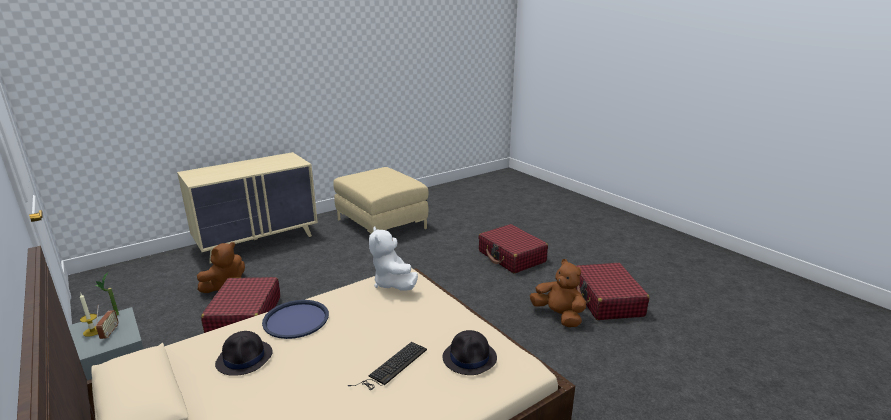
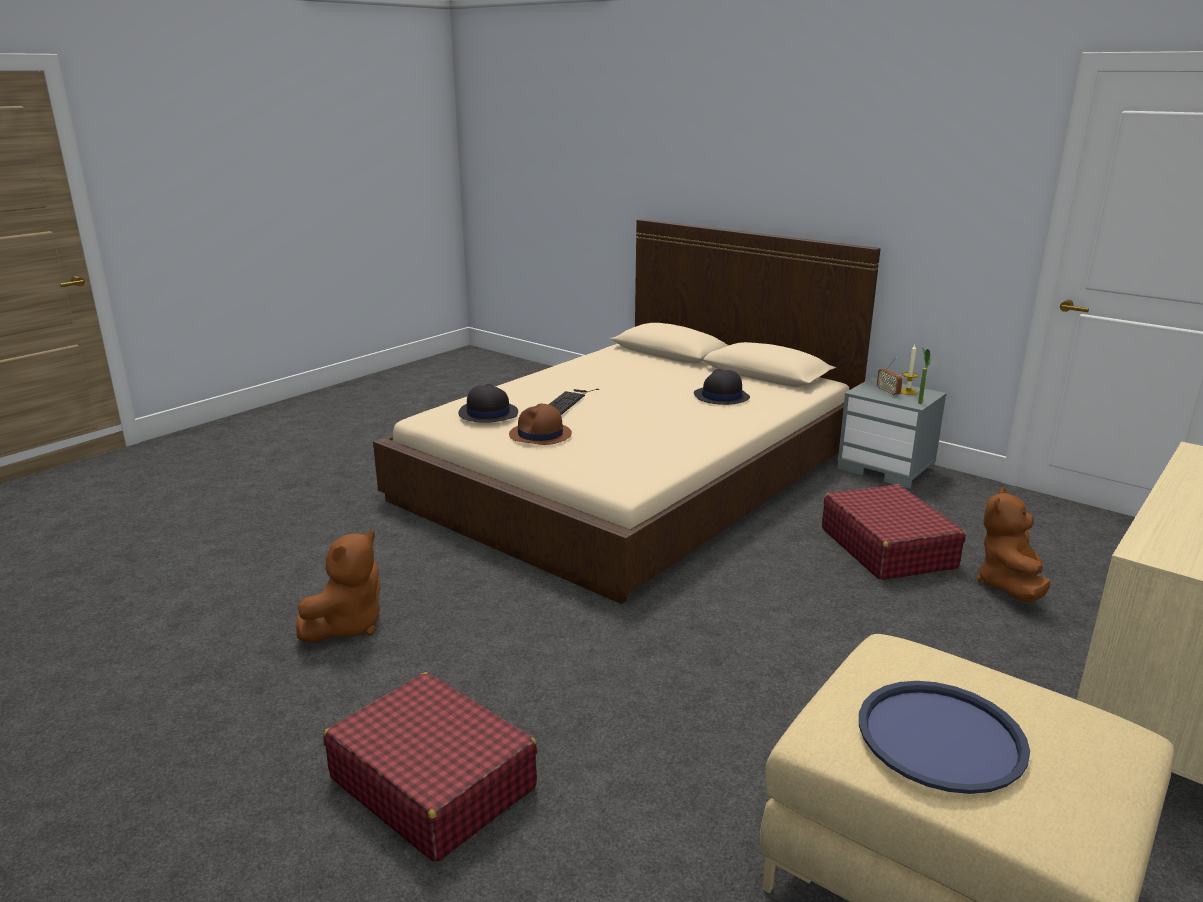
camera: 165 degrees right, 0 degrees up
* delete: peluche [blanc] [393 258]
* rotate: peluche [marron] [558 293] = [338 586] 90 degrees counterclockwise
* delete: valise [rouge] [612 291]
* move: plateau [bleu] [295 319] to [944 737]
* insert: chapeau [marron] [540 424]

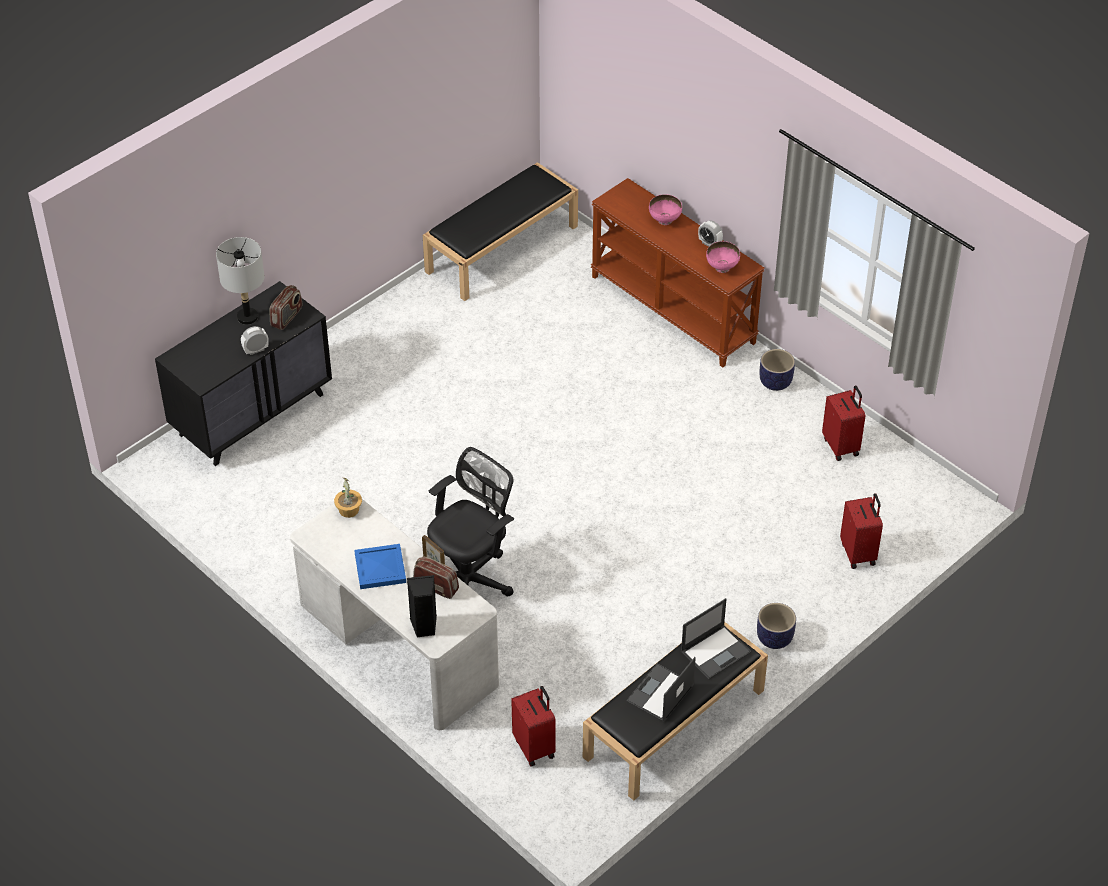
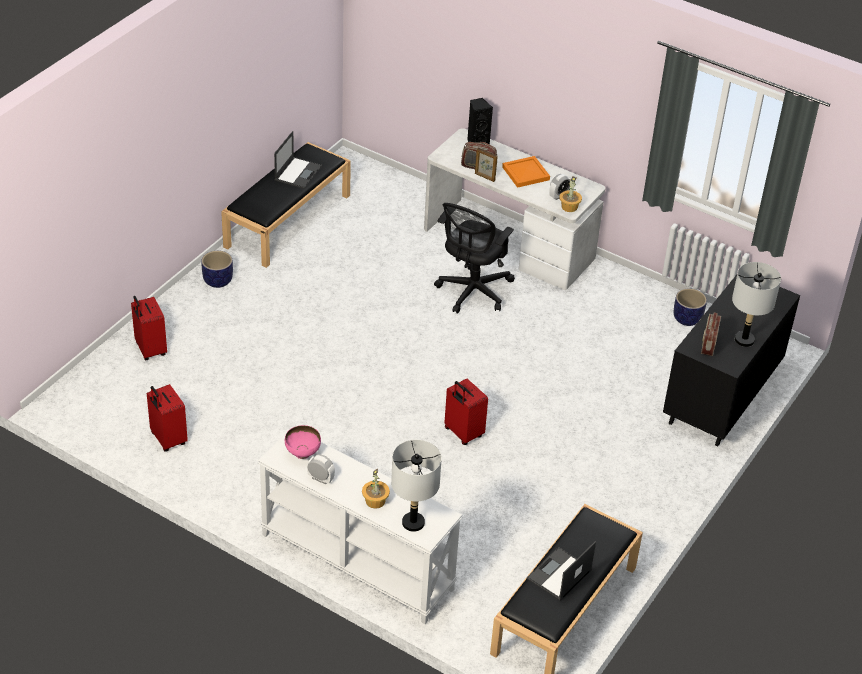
camera: 165 degrees right, 5 degrees down
* recolor: table console [marron] [678 272] to table console [blanc] [360 525]
* replace: bol [rose] [665 209] to plante en pot [376 489]
* move: réveil [255 340] to [560 187]
* move: cache-pot [777 370] to [690 307]
* recolor: plateau [bleu] [380 566] to plateau [orange] [526 172]
* move: ordinateur portable [716 639] to [561 571]
* move: valise [rouge] [533 726] to [466 412]
* insert: lampe de table [gris] [416 486]

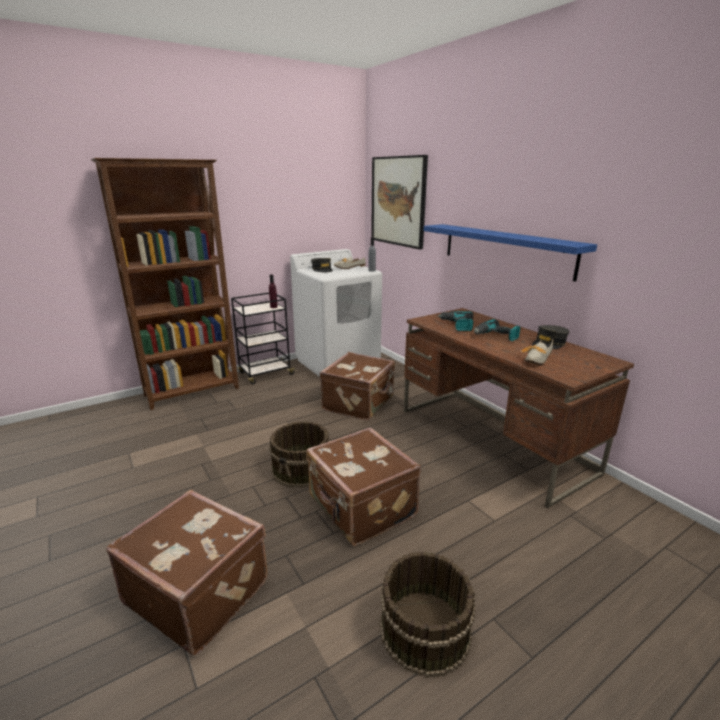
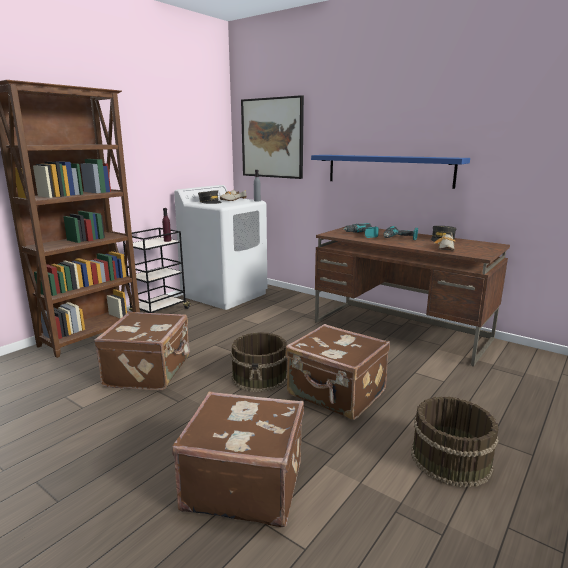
camera: 20 degrees left, 5 degrees down
* move: valise [marron] [357 386] to [142 351]

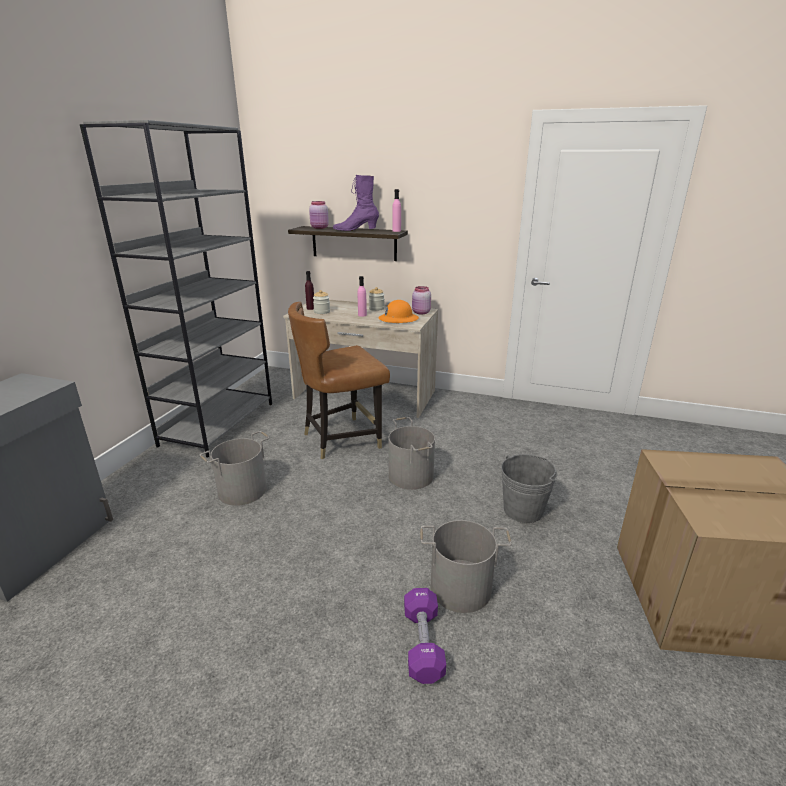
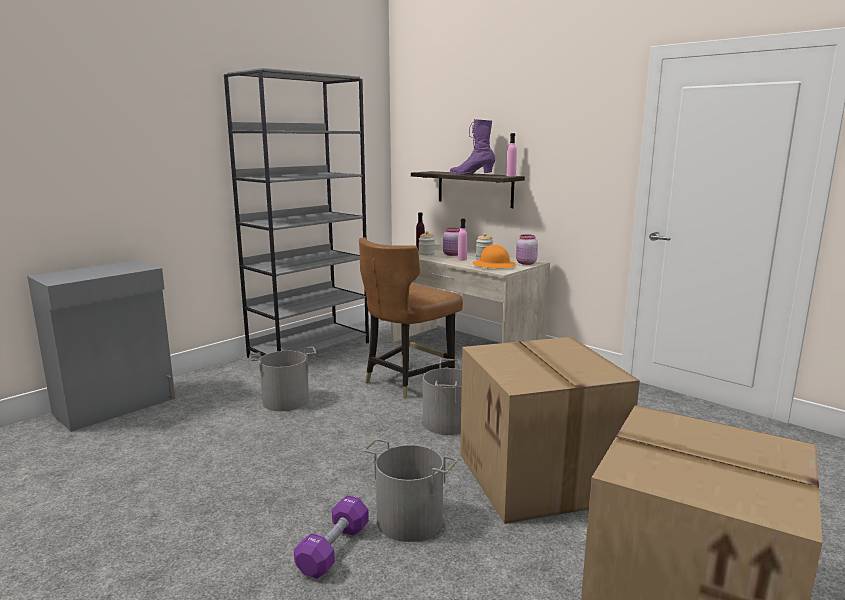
camera: 25 degrees right, 10 degrees down
* move: bocal [rose] [319 215] to [451 242]
* rotate: chaise [marron] [339 381] = [411 317] 45 degrees counterclockwise
* replace: seau [gris] [529 488] to carton [550 430]

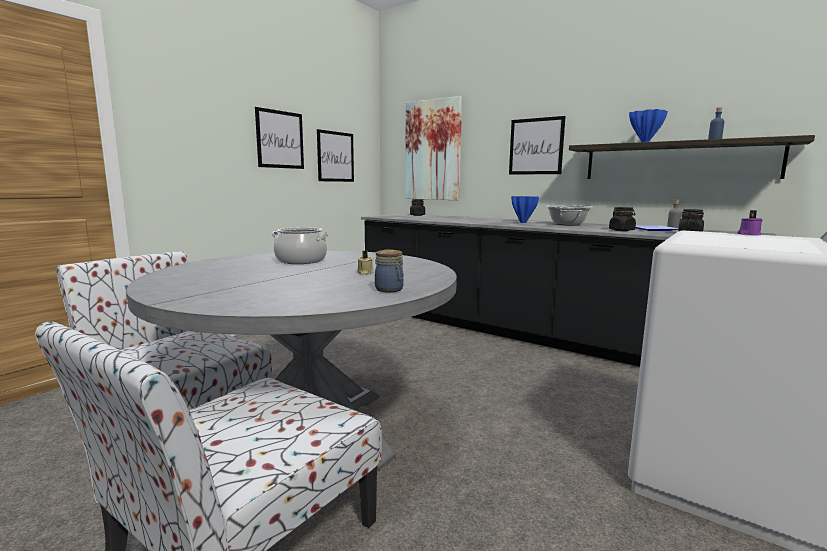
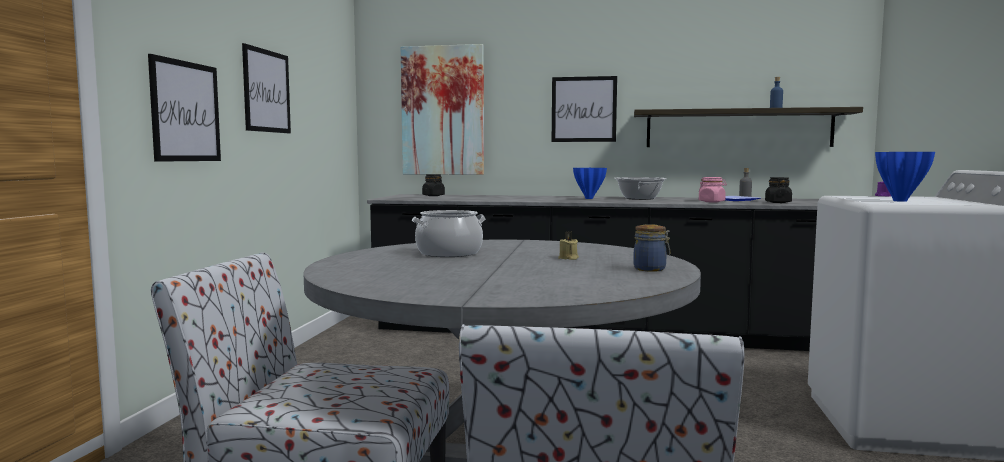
camera: 25 degrees left, 5 degrees down
* move: vase [bleu] [648 125] to [905 177]
* move: tableau [335 155] to [184 108]
* recolor: bocal [noir] [622 219] to bocal [rose] [713 189]

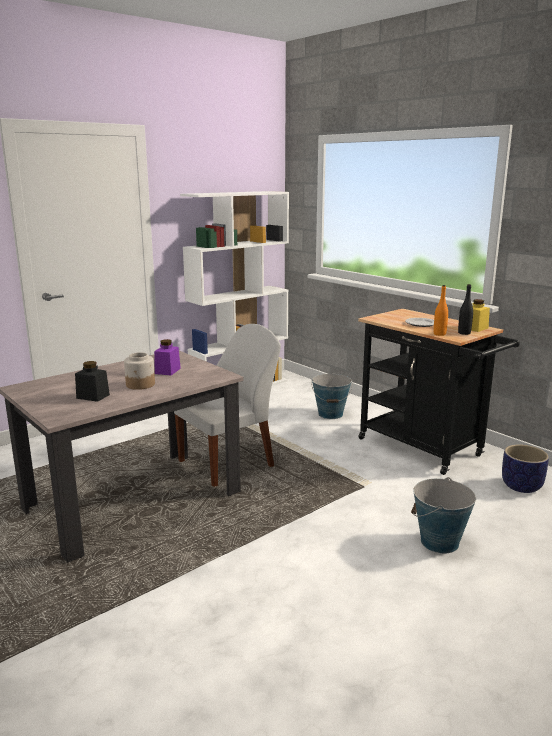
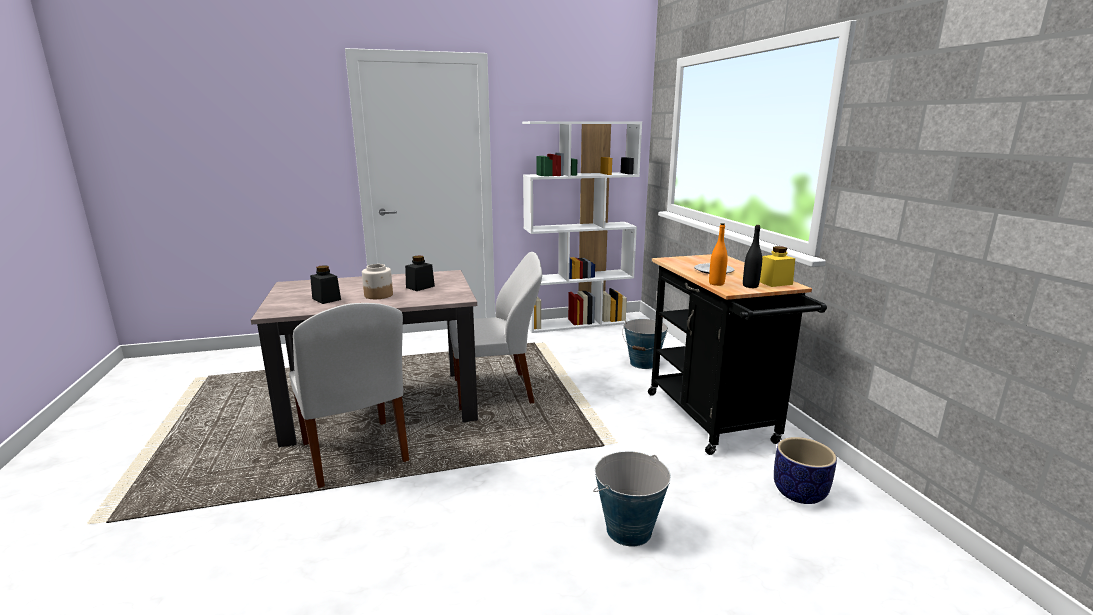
camera: 25 degrees right, 0 degrees up
* recolor: bocal [violet] [167 357] to bocal [noir] [420 273]
* insert: chaise [blanc] [349 395]

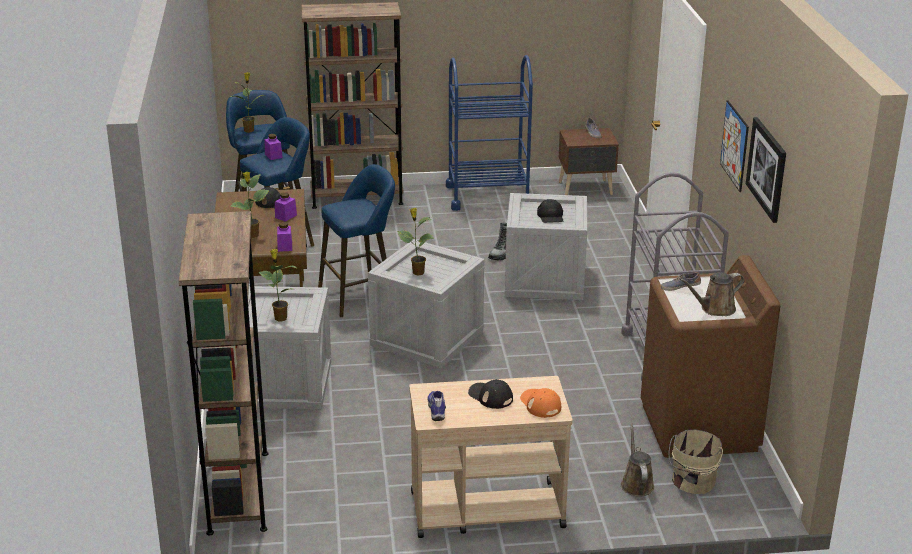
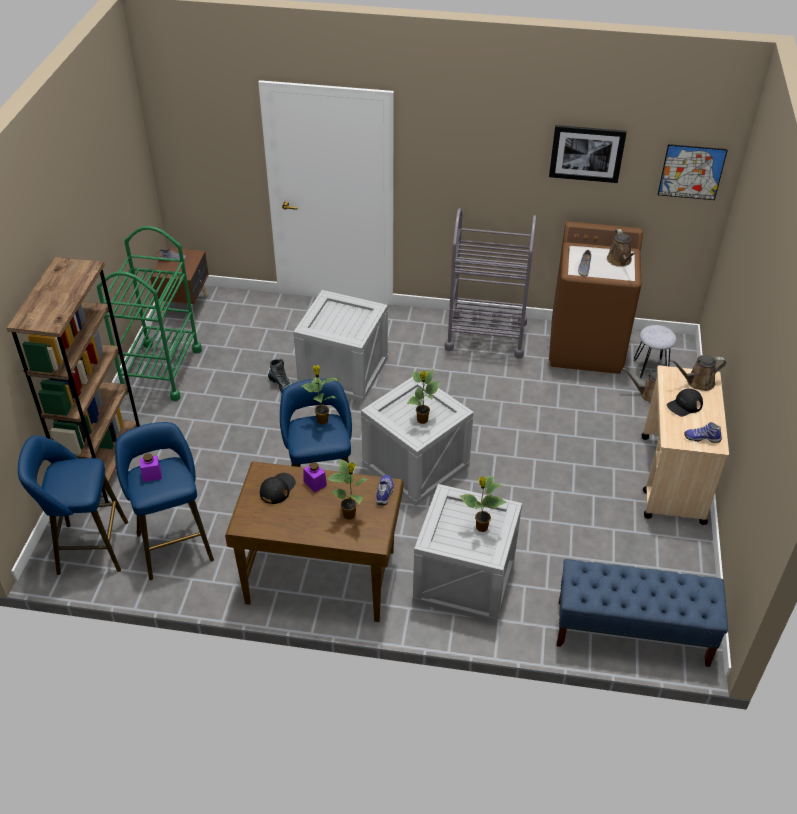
camera: 75 degrees left, 15 degrees up
* recolor: chariot [bleu] [489 133] to chariot [vert] [149 313]
* move: plante en pot [248 102] to [320 395]
* move: tableau [734 146] to [692 172]
* delete: casquette [noir] [550 211]
* replace: bibliothèque [marron] [224 373] to banc [bleu] [642 613]
* replace: bocal [violet] [284 237] to chaussure [385 490]
* replace: casquette [orange] [540 403] to arrosoir [marron] [698 373]
* replace: seau [beige] [696 462] to tabouret [gris] [655 351]

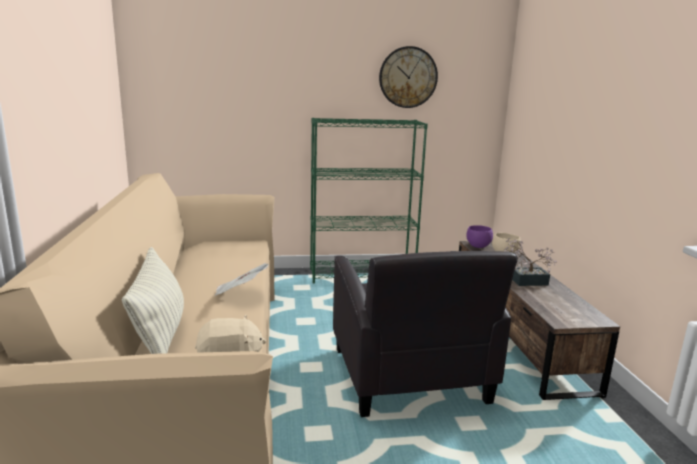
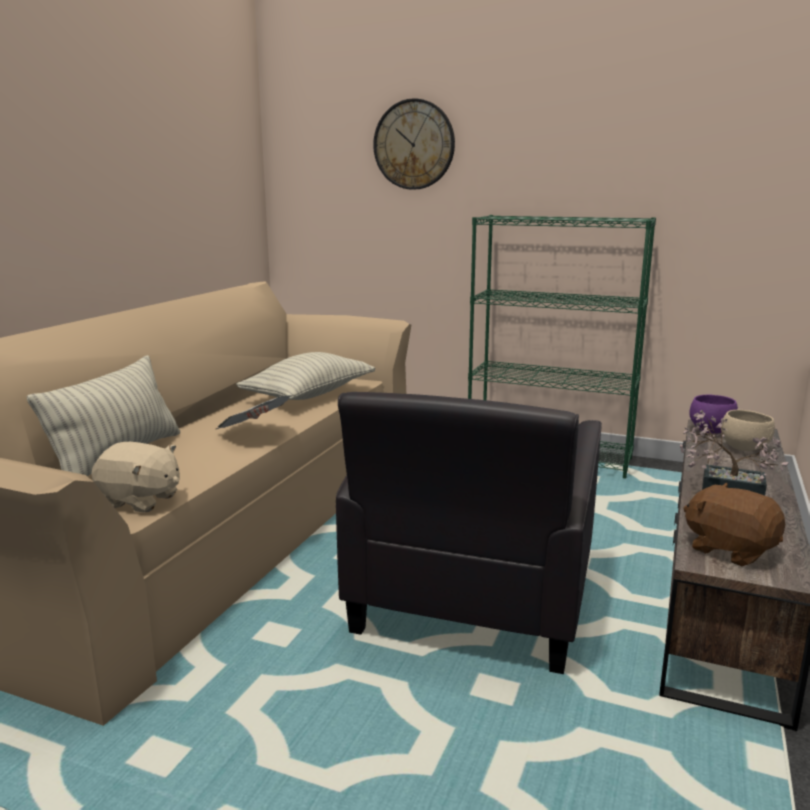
camera: 30 degrees right, 0 degrees up
* move: horloge murale [408 77] to [414 144]
* insert: coussin [305 376]
* insert: peluche [marron] [734 524]

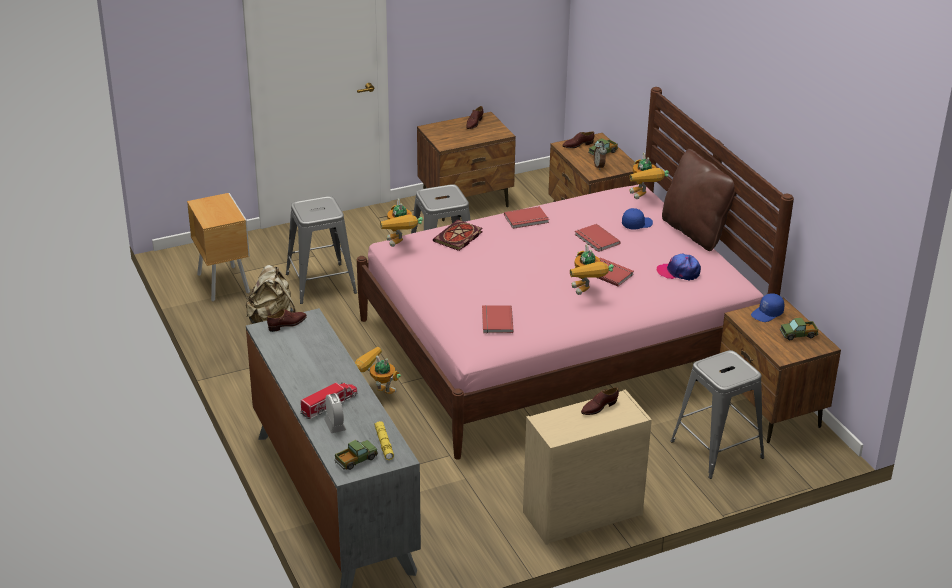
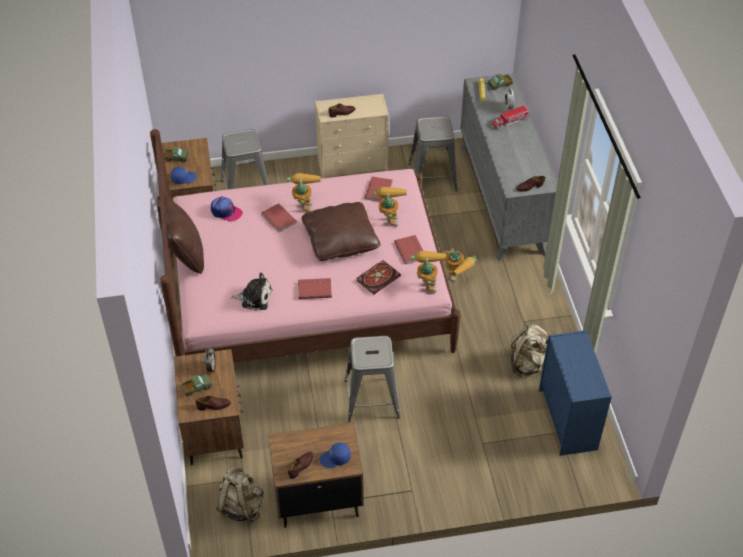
camera: 165 degrees left, 15 degrees up
* move: robot jouet [649 176] to [389 207]
* replace: table de chevet [marron] [218 247] to commode [bleu] [575 393]
* move: tabouret [gris] [321 250] to [432 153]
* move: casquette [bleu] [637 219] to [335 455]
* move: livre [rouge] [597 238] to [408 250]
* insert: coussin [marron] [341 231]
* insert: peluche [251 291]
* insert: sac à dos [beige] [240 495]

